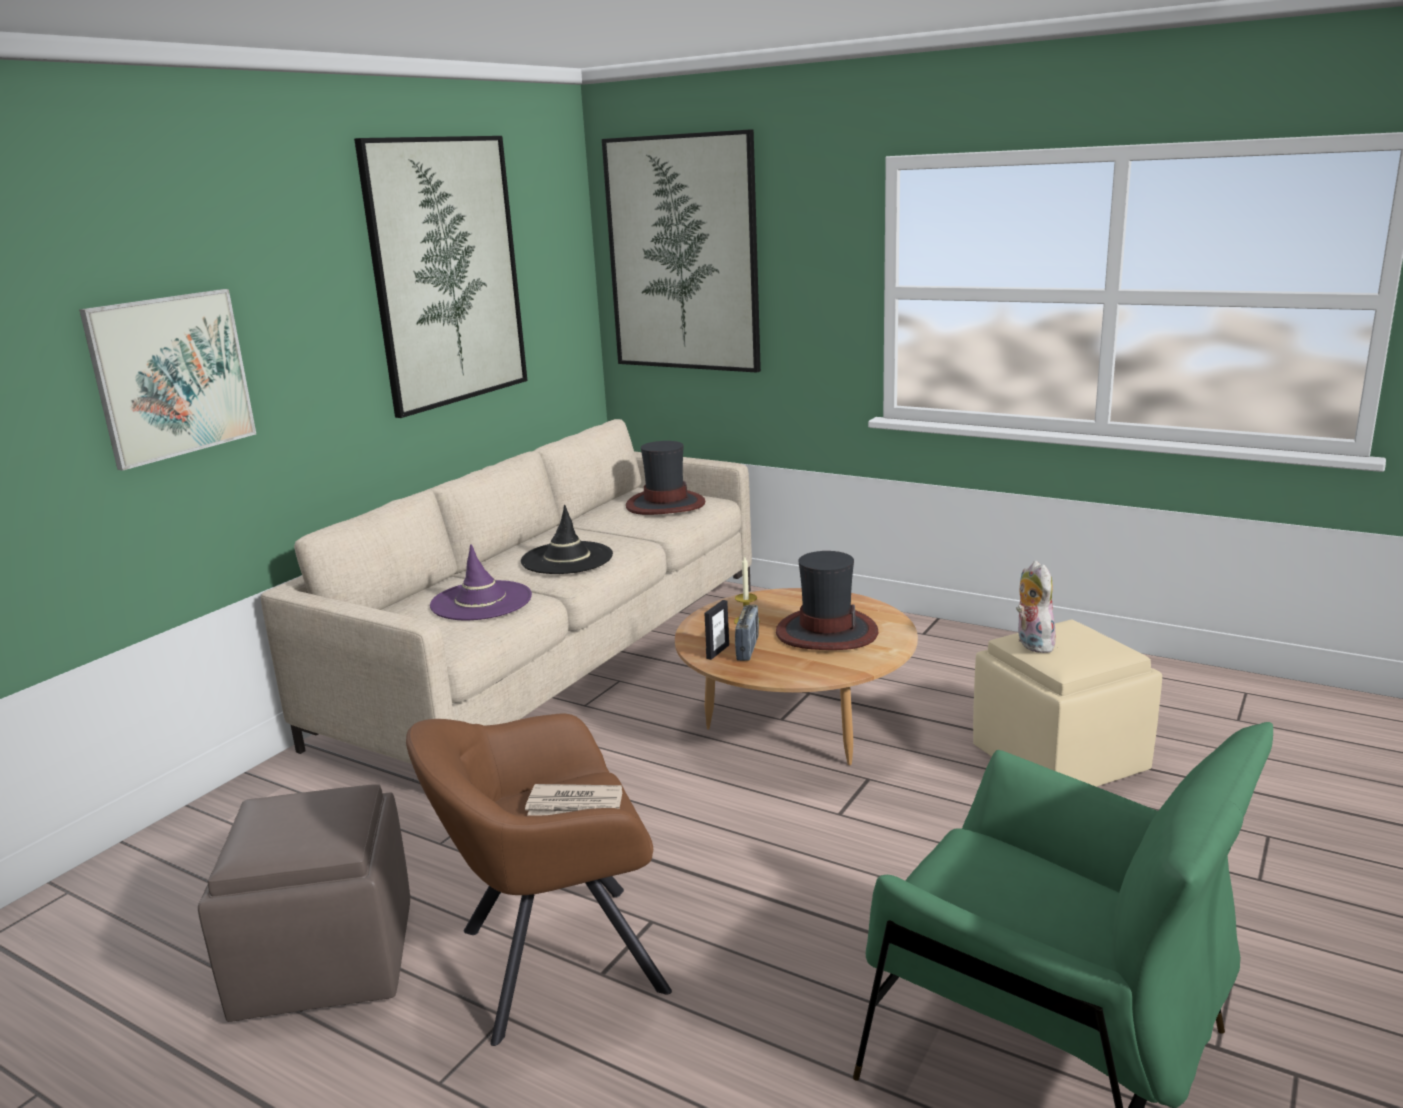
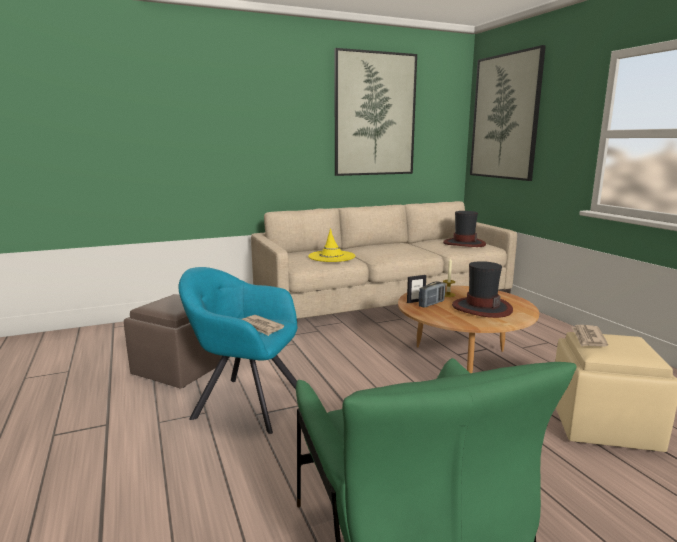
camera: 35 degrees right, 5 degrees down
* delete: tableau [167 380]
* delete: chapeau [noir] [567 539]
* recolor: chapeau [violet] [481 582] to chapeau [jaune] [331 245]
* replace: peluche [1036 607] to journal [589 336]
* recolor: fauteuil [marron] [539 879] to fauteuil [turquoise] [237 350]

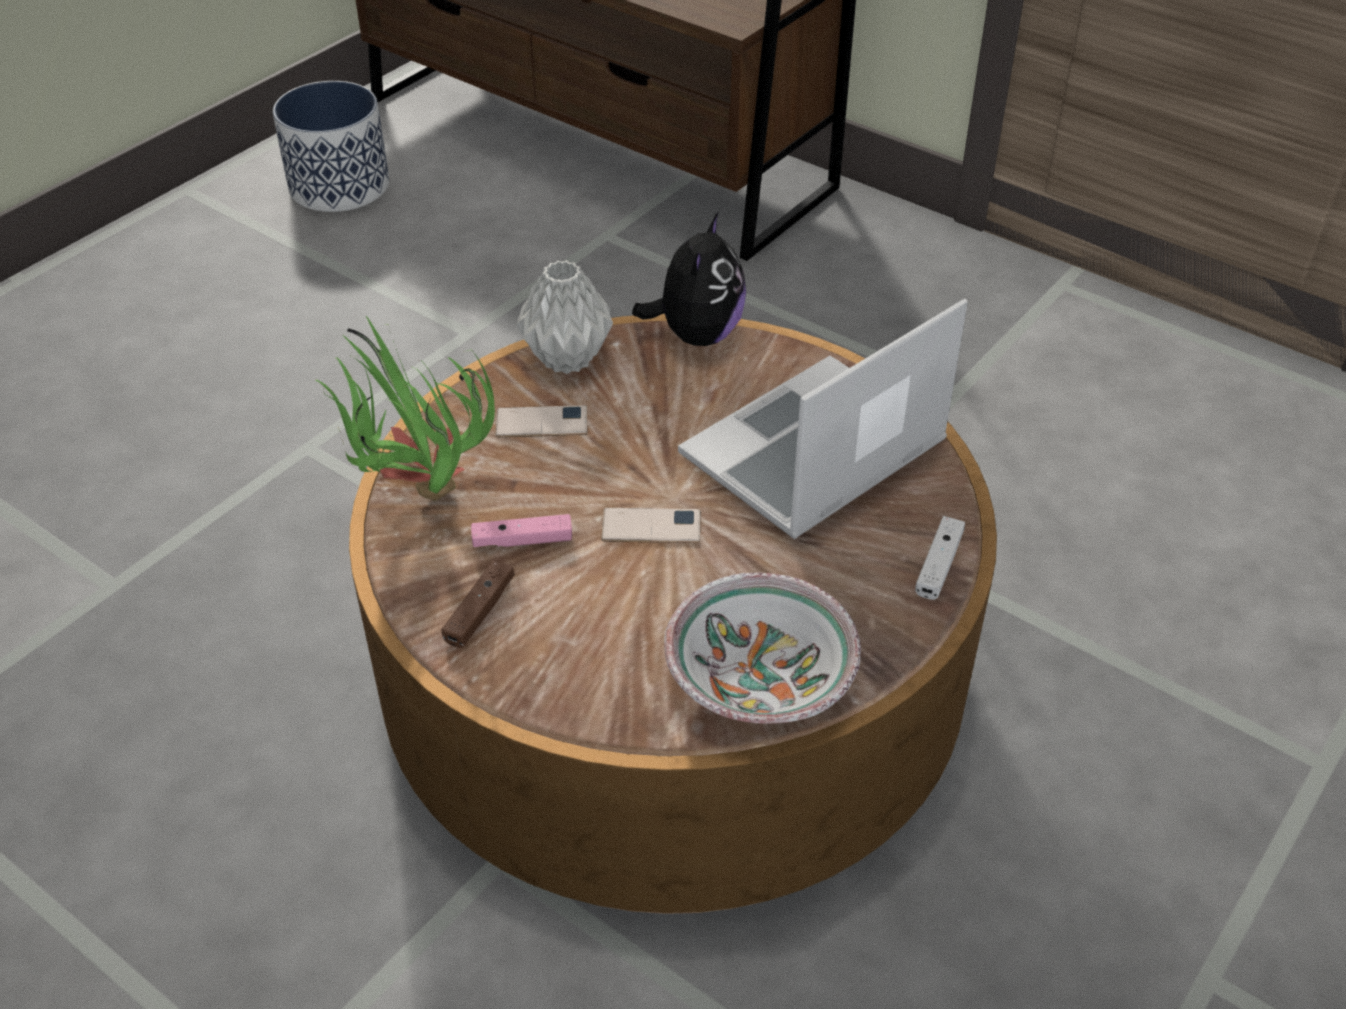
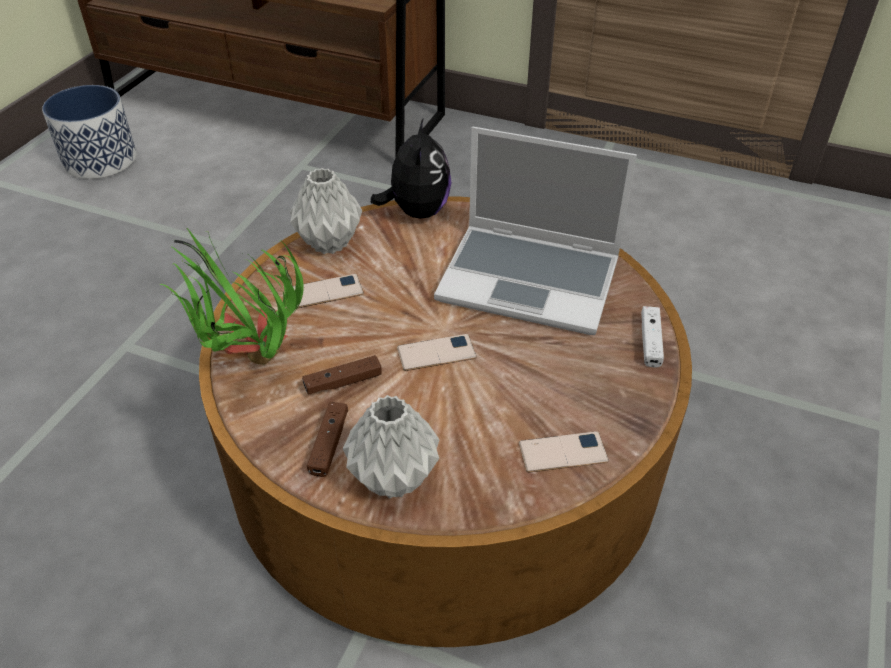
camera: 15 degrees left, 0 degrees up
* rotate: ordinateur portable [823 418] = [535 231] 105 degrees counterclockwise
* recolor: manette [rose] [521 530] to manette [marron] [342 374]
* replace: bol [762 648] to téléphone [564 451]
* insert: vase [gris] [391 447]

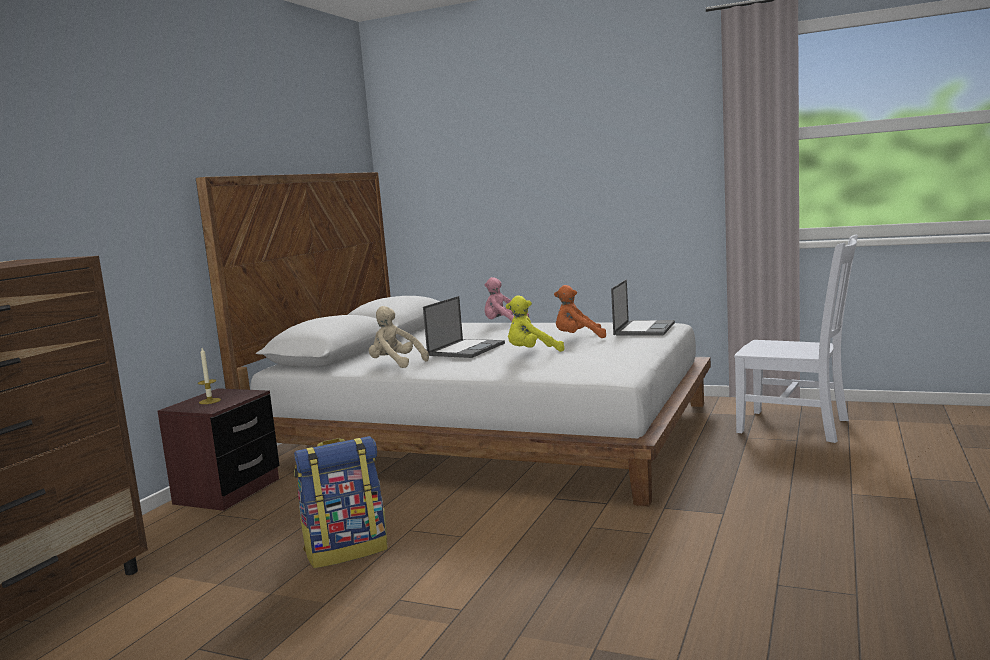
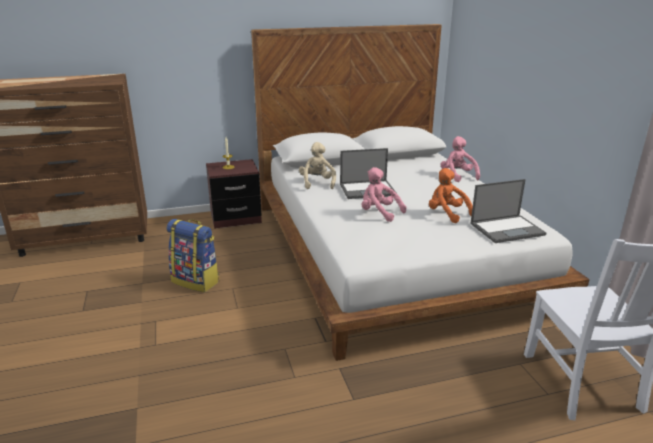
camera: 50 degrees right, 15 degrees up
* recolor: peluche [jaune] [535 324] to peluche [rose] [384 194]

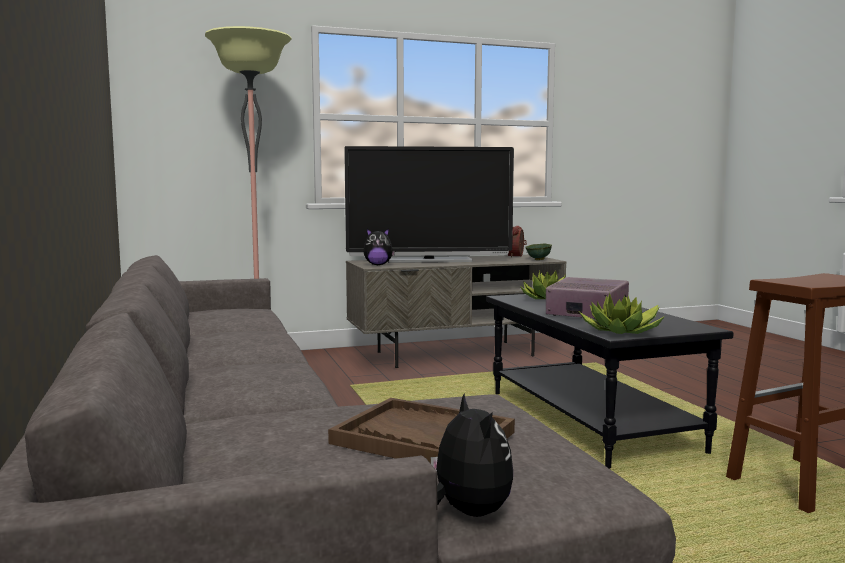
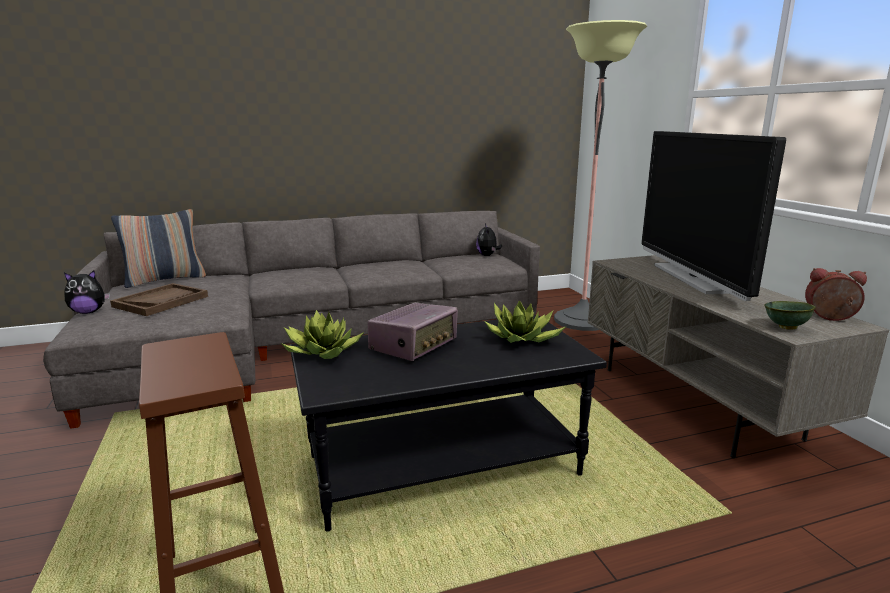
camera: 90 degrees right, 10 degrees up
* move: peluche [379 246] to [489 240]
* insert: coussin [158 248]

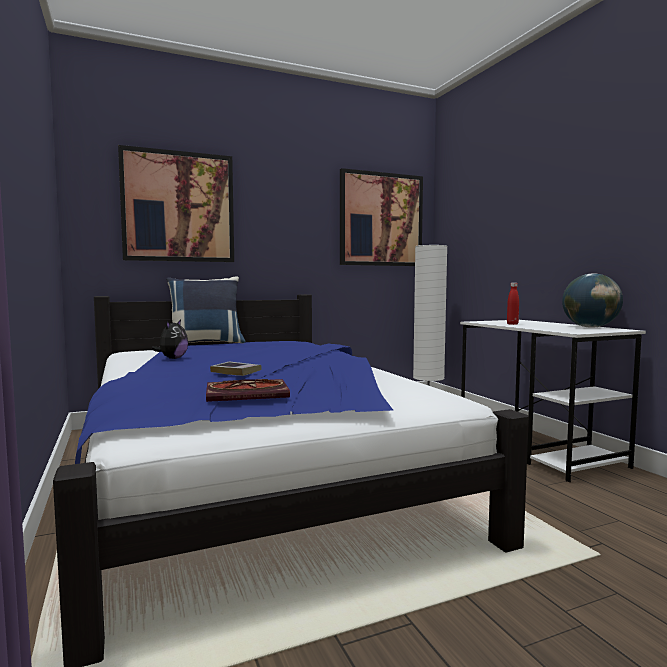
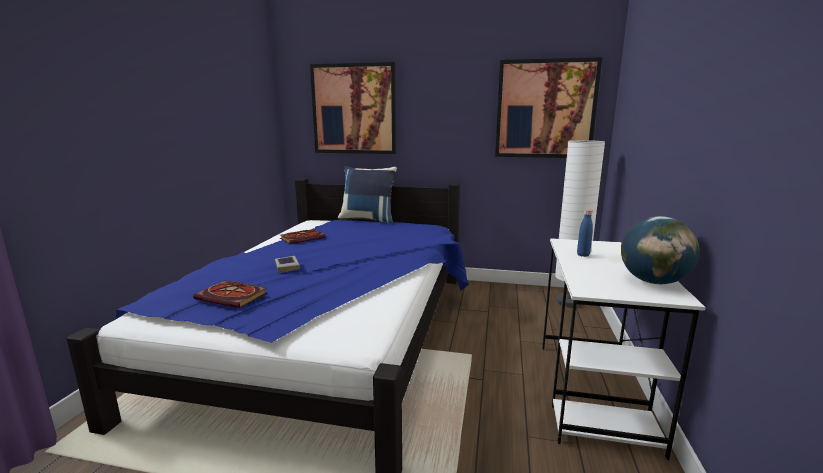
camera: 35 degrees right, 10 degrees up
* recolor: bouteille [rouge] [513 304] to bouteille [bleu] [585 233]
* replace: peluche [170 339] to livre [303 236]

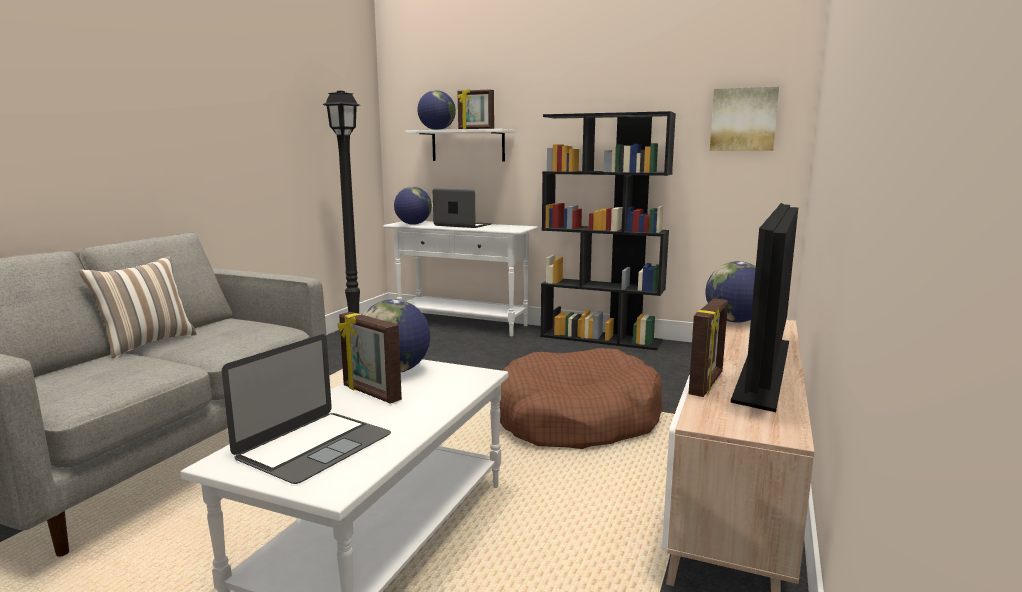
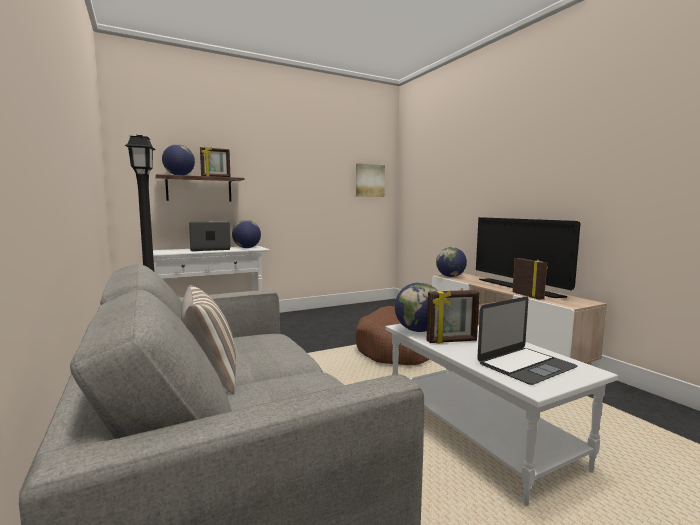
camera: 50 degrees left, 5 degrees down
* delete: bibliothèque [noir] [608 230]
* recolor: étagère [blanc] [460 145] to étagère [marron] [200 187]
* move: globe [413 206] to [246 234]
* rotate: ordinateur portable [306 409] = [527 341] 75 degrees clockwise

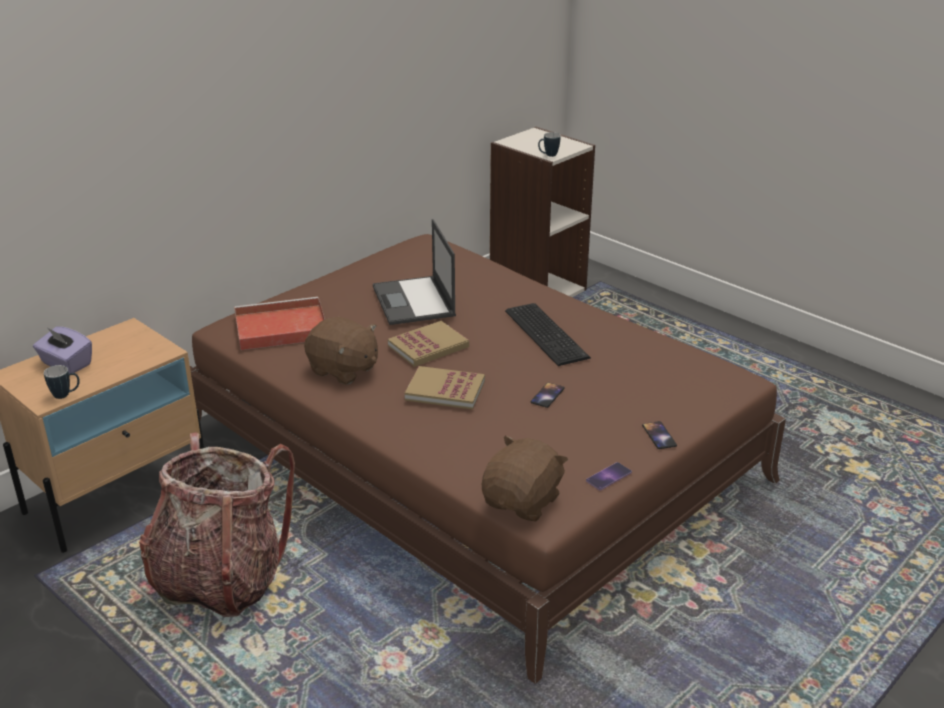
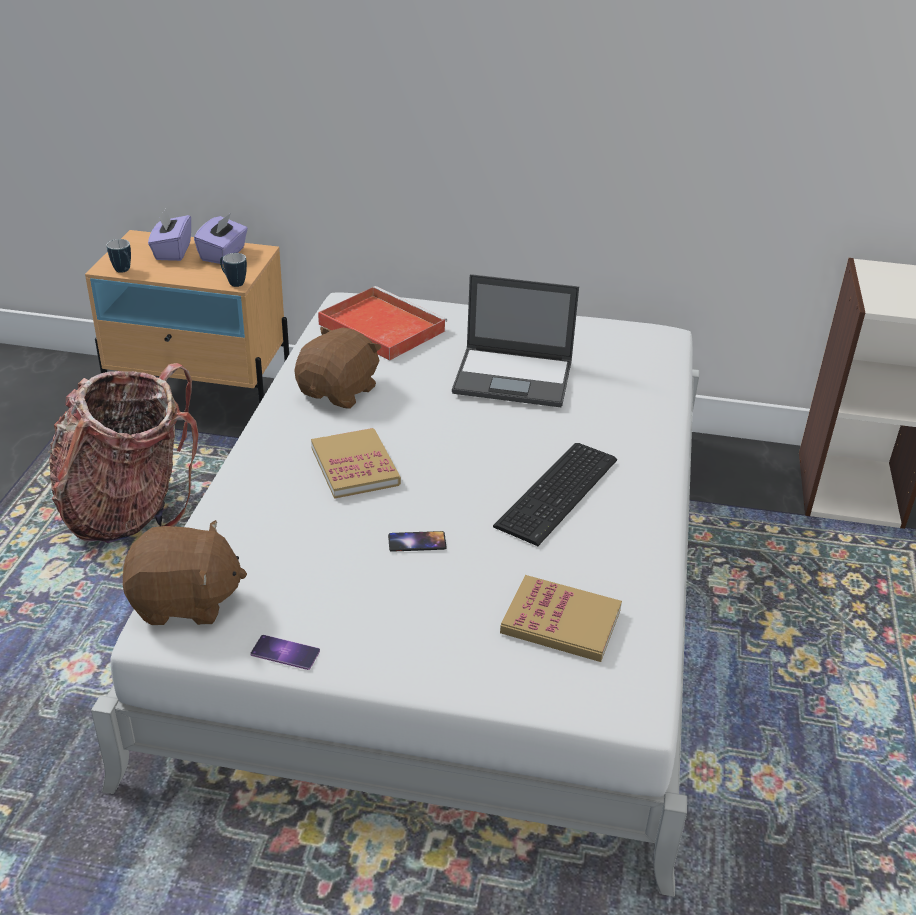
camera: 55 degrees right, 5 degrees up
* move: mug [549 144] to [233 270]
* rotate: ordinateur portable [414 272] = [515 340] 120 degrees counterclockwise
* recolor: lit [marron] [488 459] to lit [blanc] [395 595]
* rotate: peluche [marron] [341 351] = [338 367] 150 degrees counterclockwise
* move: livre [428 344] to [561 618]
* delete: téléphone [659 435]
* insert: boîte à mouchoirs [violet] [221 238]

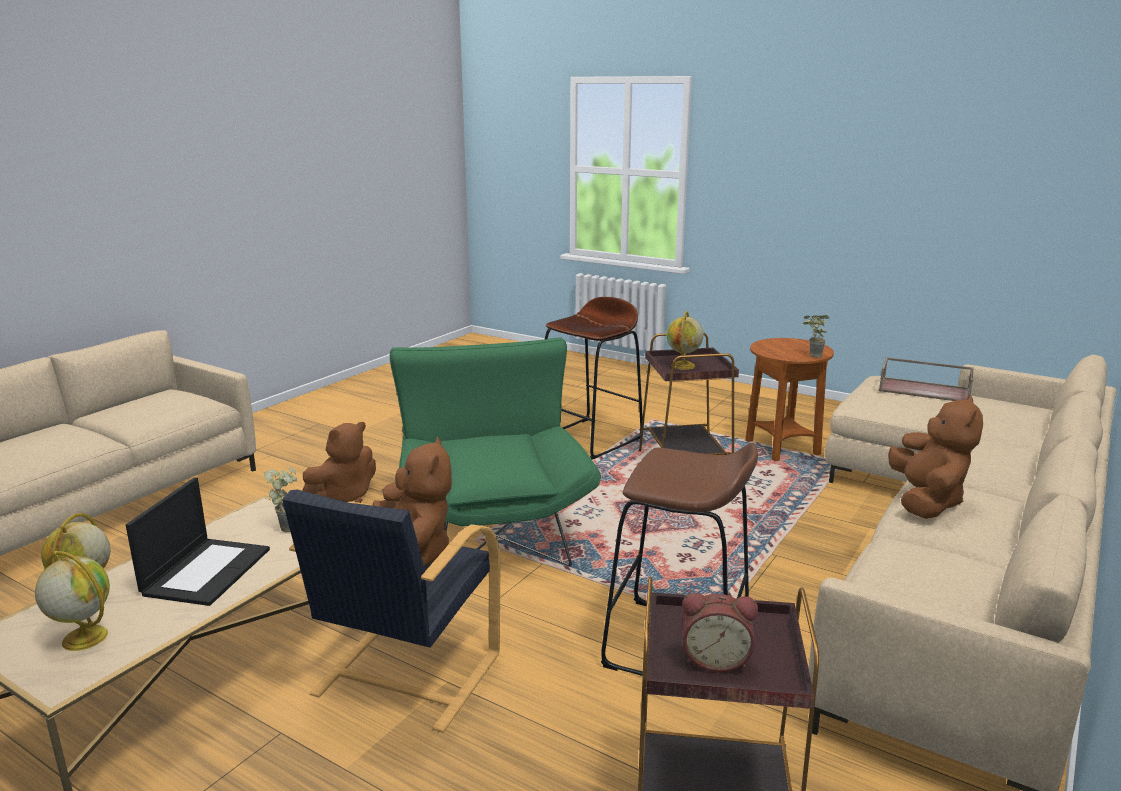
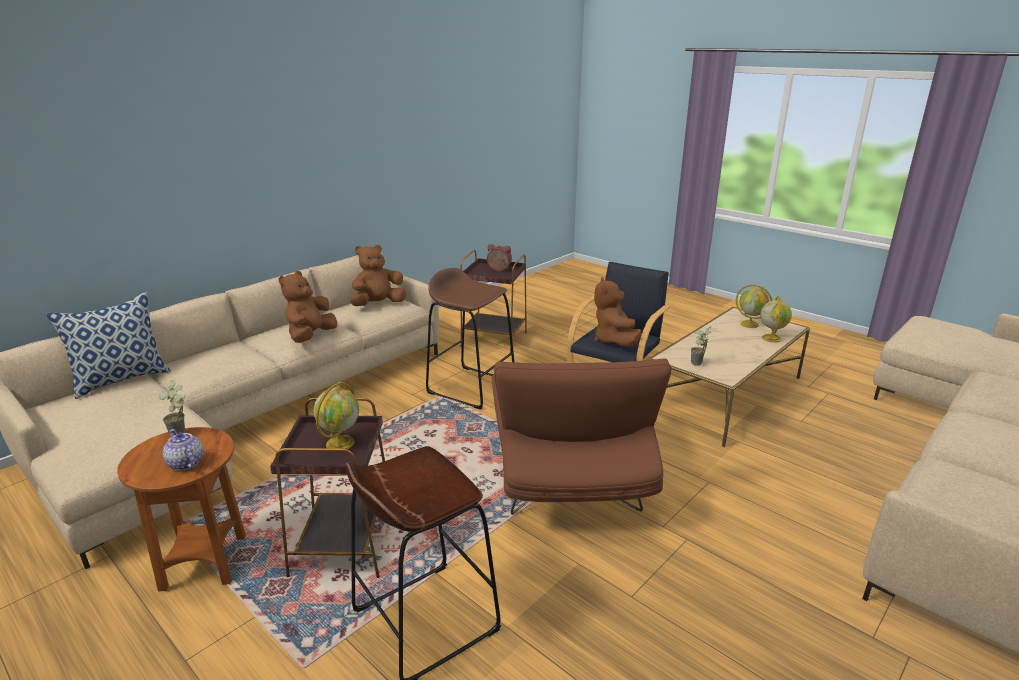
camera: 170 degrees left, 5 degrees up
* recolor: fauteuil [vert] [495 452] to fauteuil [marron] [581 437]
* delete: plateau [marron] [926 379]
* move: peluche [marron] [339 462] to [378 275]
* delete: ordinateur portable [198 541]
* insert: coussin [108 345]
* insert: théière [183 450]

